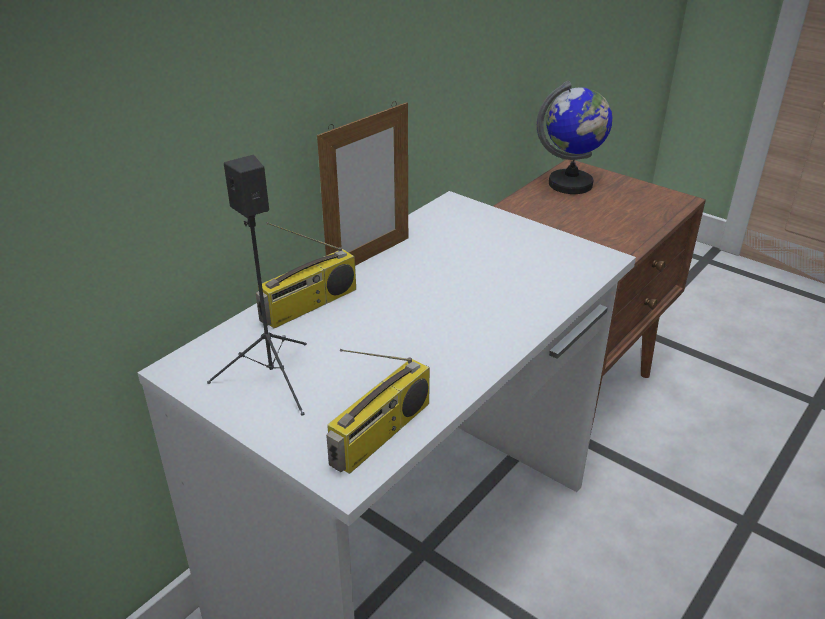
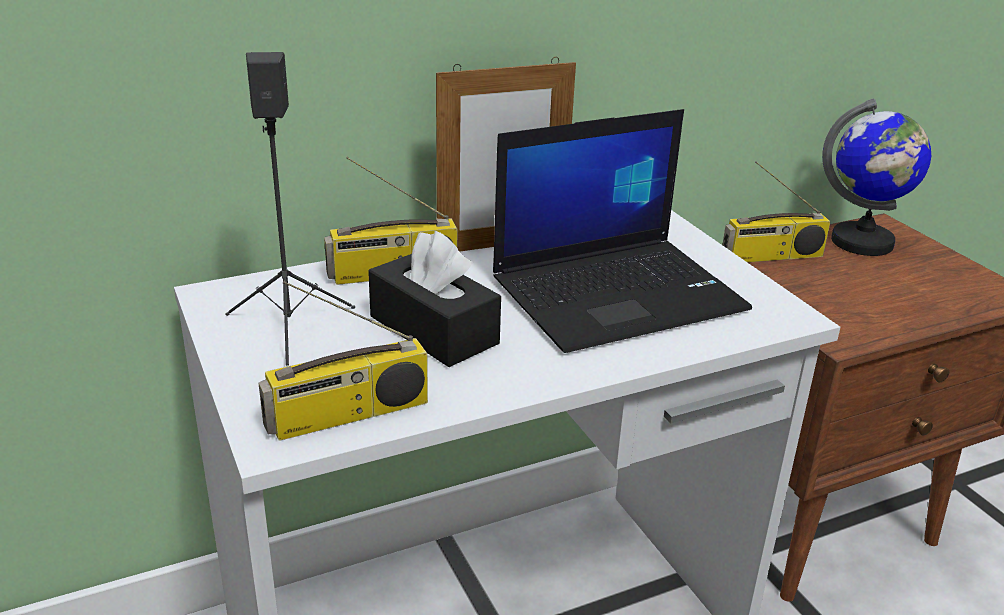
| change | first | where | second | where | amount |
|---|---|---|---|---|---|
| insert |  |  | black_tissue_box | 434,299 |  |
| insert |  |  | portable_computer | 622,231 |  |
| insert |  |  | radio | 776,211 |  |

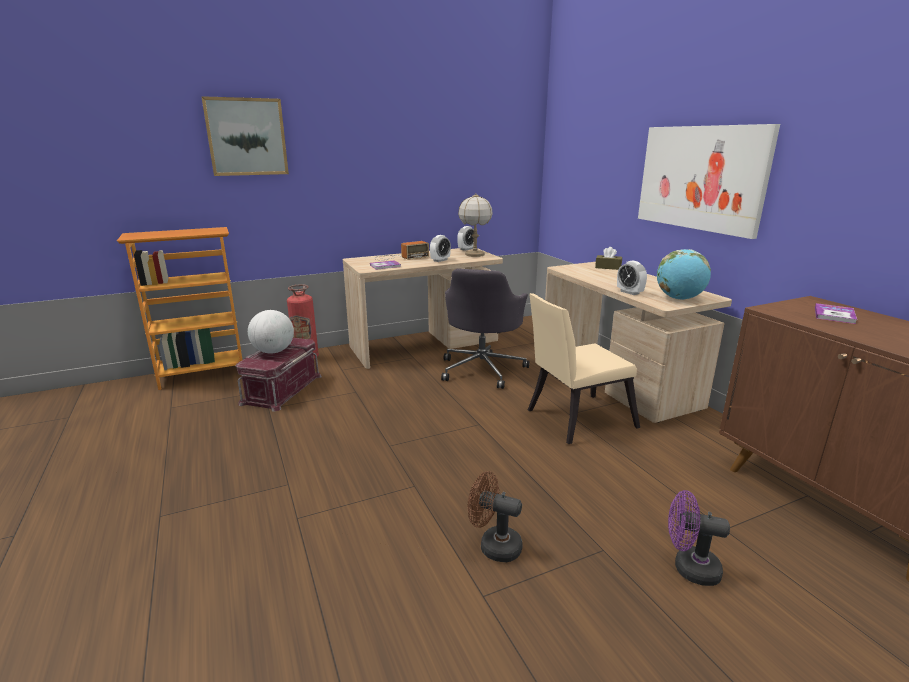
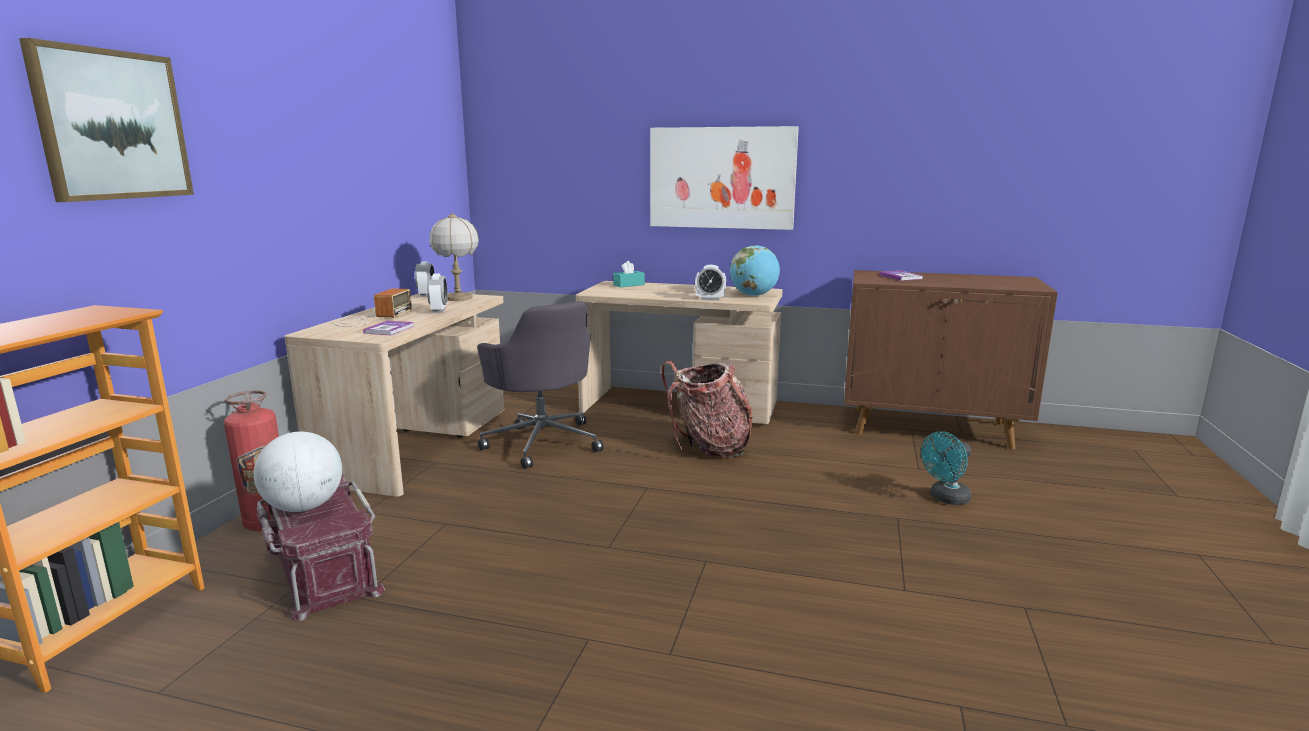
| change | first | where | second | where | amount |
|---|---|---|---|---|---|
| delete | brown-coloured_cooling_fan | 495,516 |  |  |  |
| replace | sand-coloured_upright_chair | 584,368 | backpack | 707,409 |  |
| recolor | brown-coloured_tissue_box | 608,258 | turquoise_tissue_box | 629,274 |  |
| recolor | purple_cooling_fan | 699,538 | turquoise_cooling_fan | 946,468 |  |

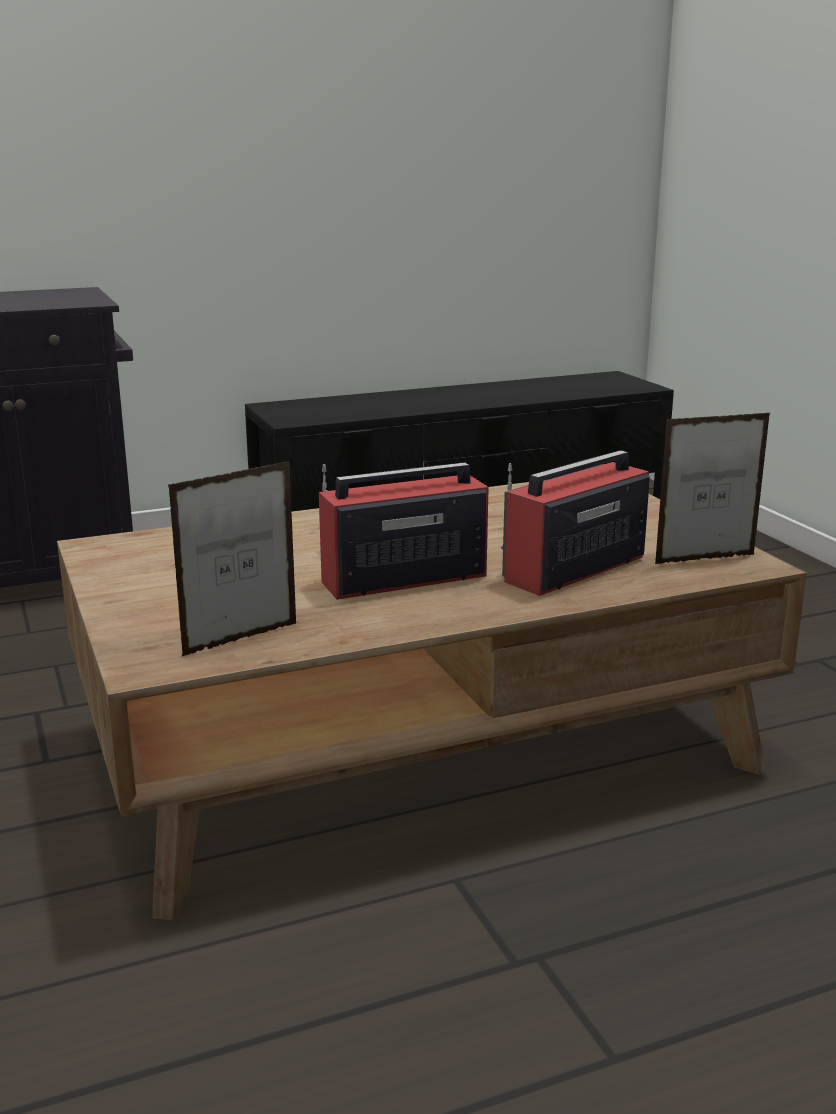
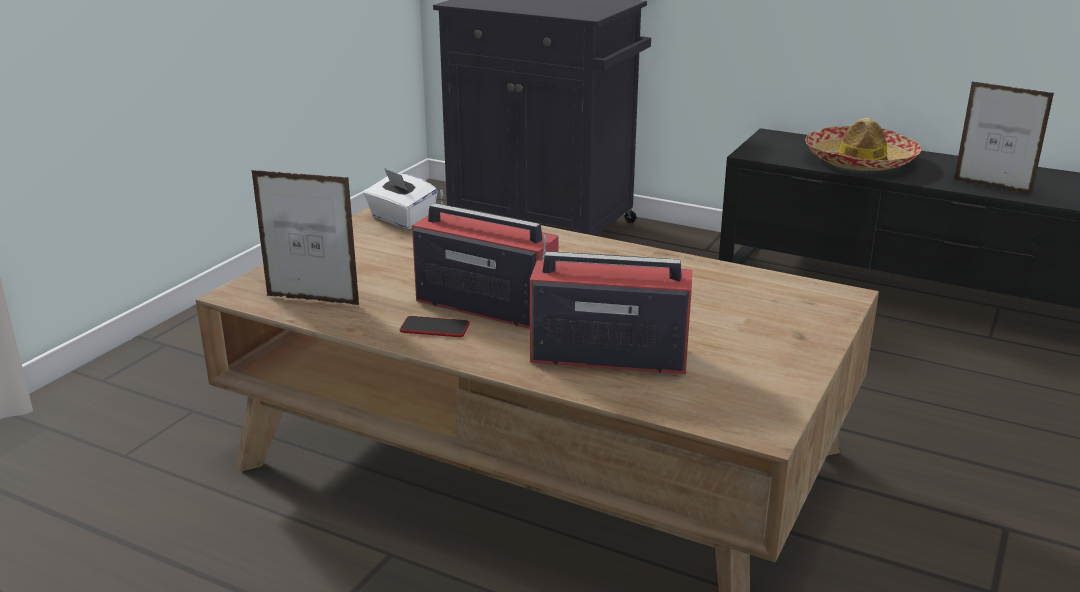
| change | first | where | second | where | amount |
|---|---|---|---|---|---|
| move | photo_frame | 712,488 |  | 1004,137 |  |
| insert |  |  | whitish_tissue_box | 401,198 |  |
| insert |  |  | telephone | 435,326 |  |
| insert |  |  | wearable_hat | 863,144 |  |

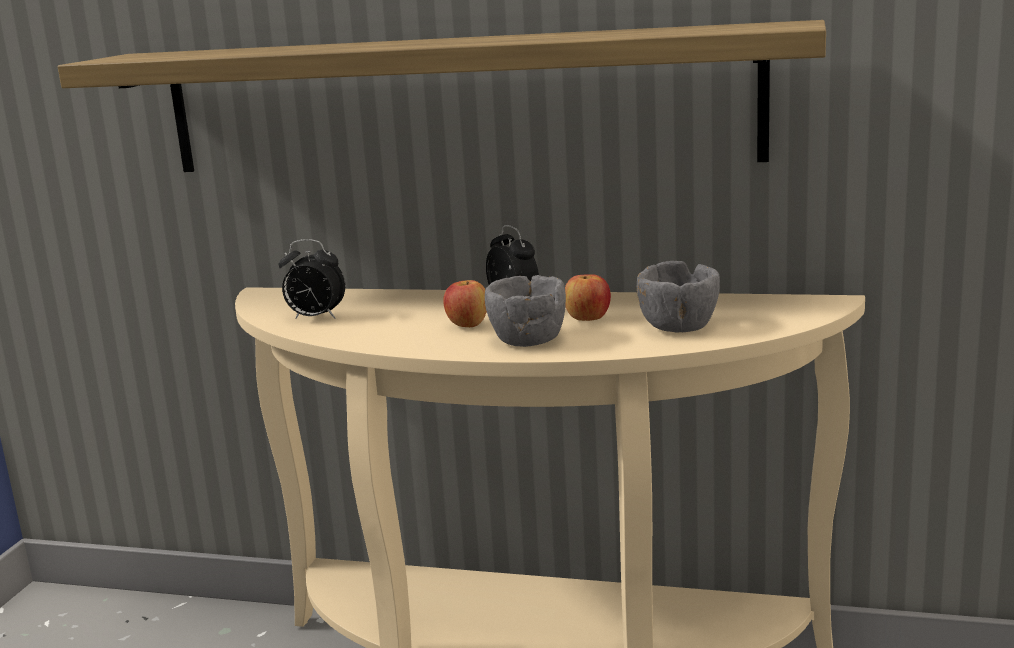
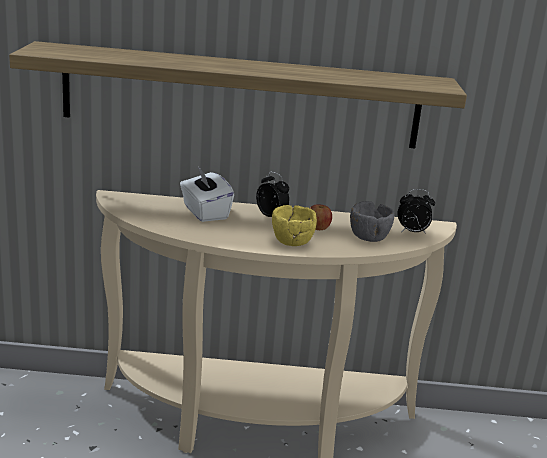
| change | first | where | second | where | amount |
|---|---|---|---|---|---|
| move | bedside_clock | 312,279 |  | 416,211 |  |
| delete | apple | 465,303 |  |  |  |
| recolor | gray_bowl | 525,311 | yellow-coloured_bowl | 294,225 |  |
| insert |  |  | whitish_tissue_box | 207,194 |  |

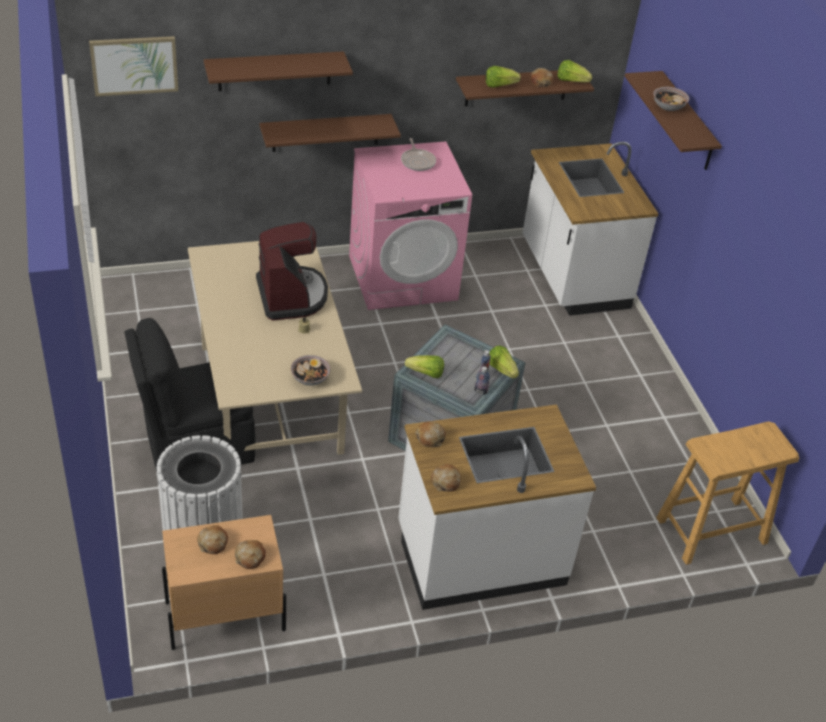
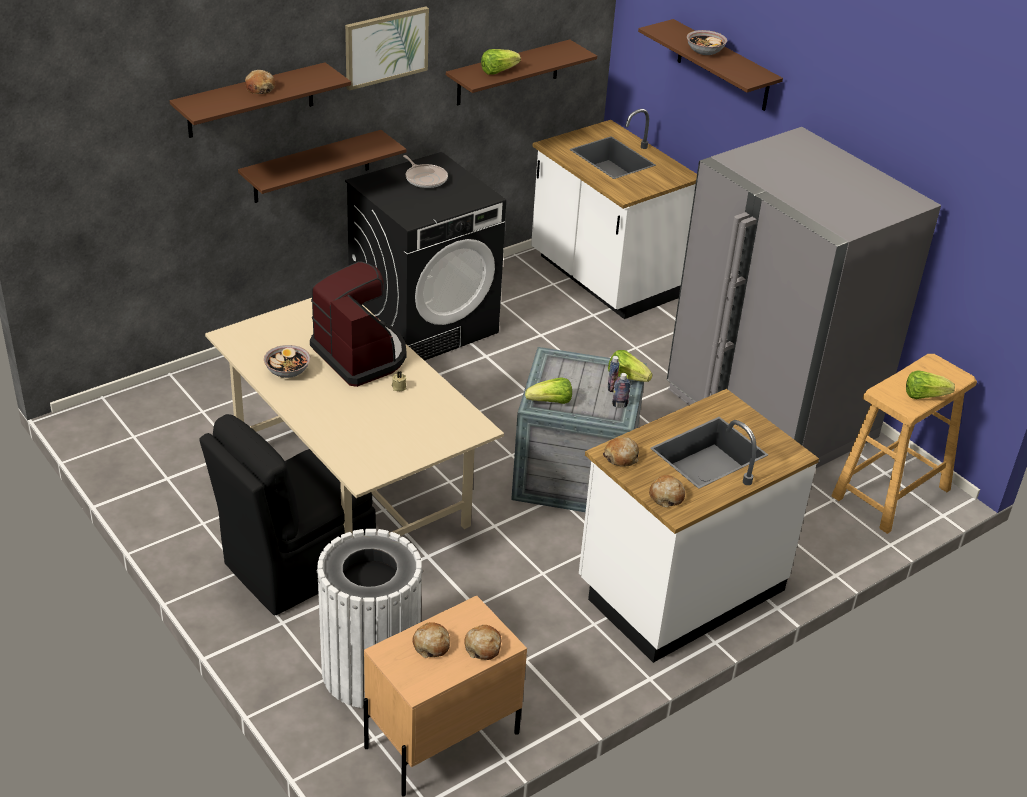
| change | first | where | second | where | amount |
|---|---|---|---|---|---|
| move | wall_picture | 133,66 |  | 387,48 |  |
| move | bowl | 310,370 |  | 287,361 |  |
| recolor | pink_laundry_machine | 410,225 | black_laundry_machine | 425,256 |  |
| move | bakery_bread | 542,77 |  | 260,82 |  |
| move | lettuce | 574,71 |  | 930,384 |  |
| insert |  |  | gray_fridge | 804,298 |  |

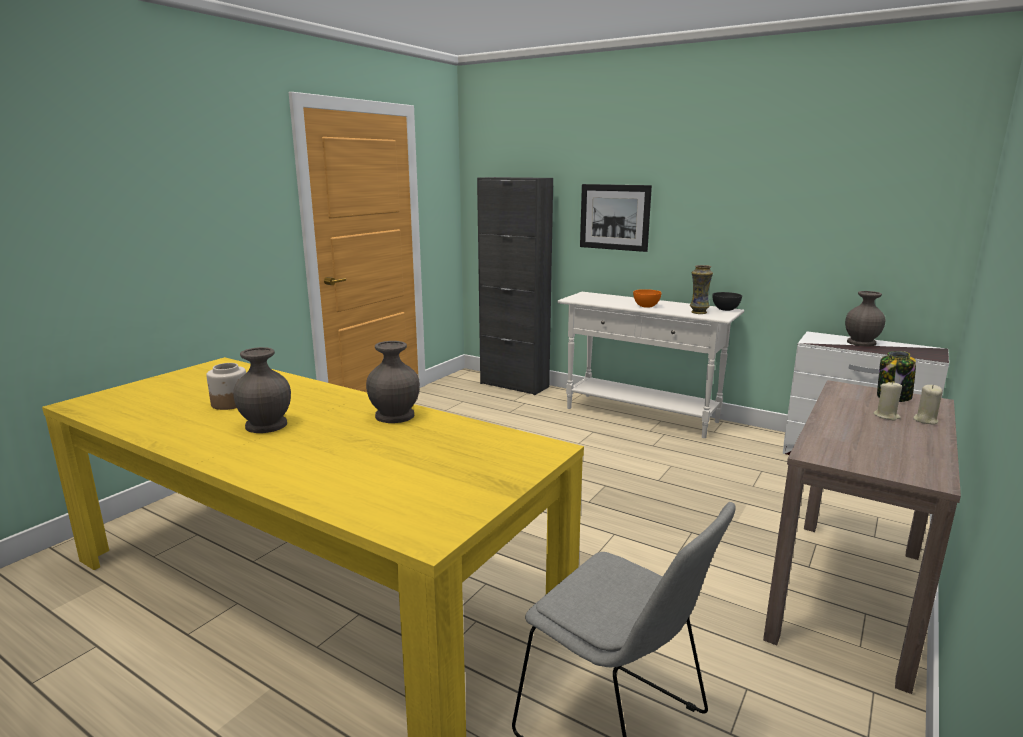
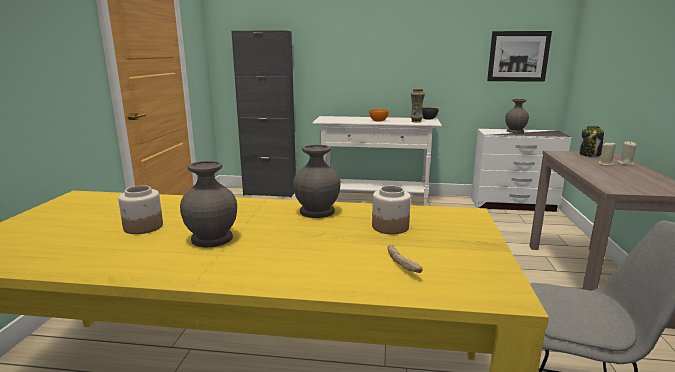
| change | first | where | second | where | amount |
|---|---|---|---|---|---|
| move | wall_picture | 616,218 |  | 519,56 |  |
| insert |  |  | preserve_jar | 391,210 |  |
| insert |  |  | bakery_bread | 405,258 |  |

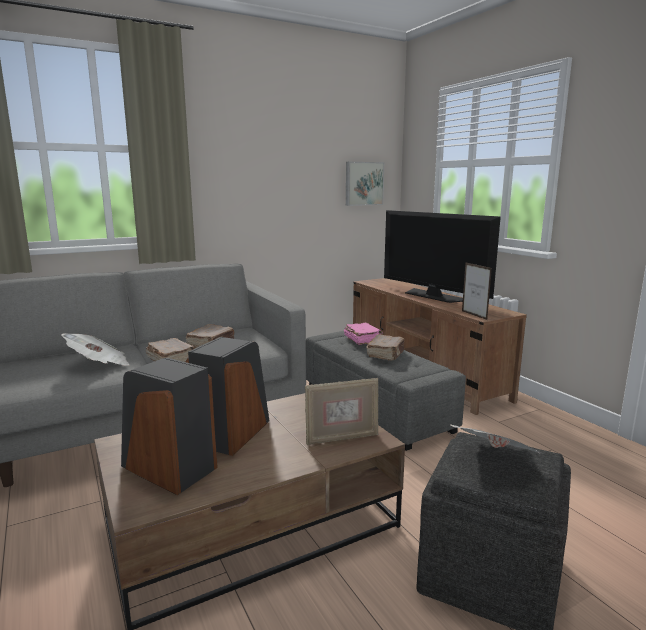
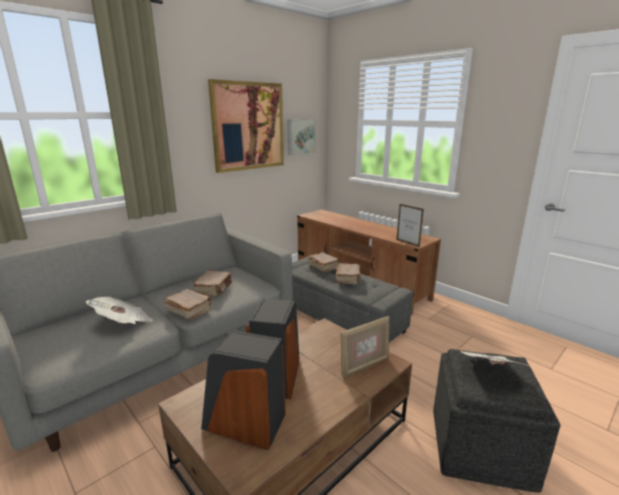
| change | first | where | second | where | amount |
|---|---|---|---|---|---|
| recolor | pink_book | 363,334 | brown-coloured_book | 323,262 |  |
| delete | TV | 442,256 |  |  |  |
| insert |  |  | wall_picture | 246,126 |  |

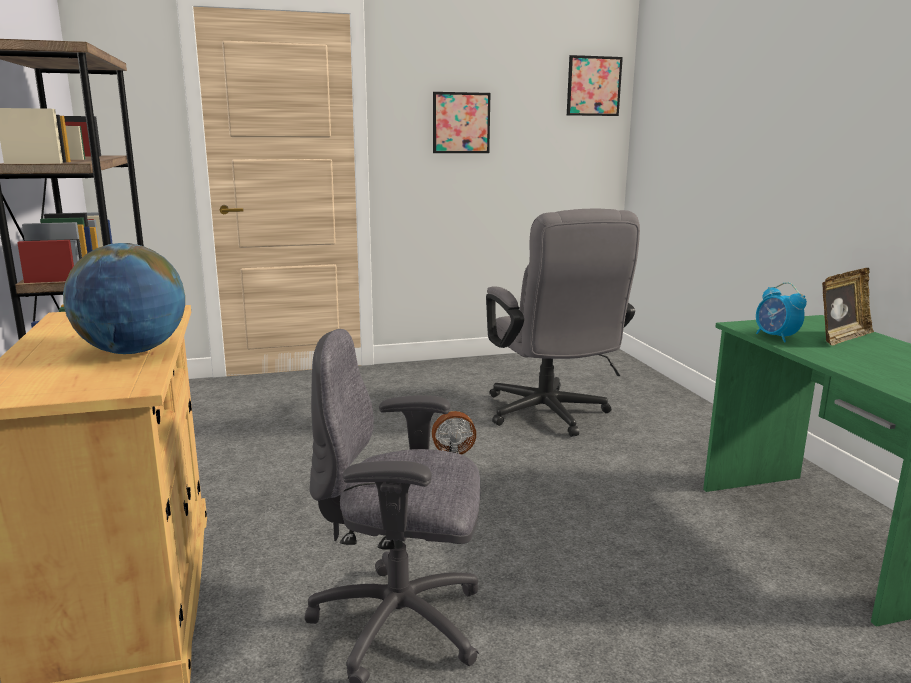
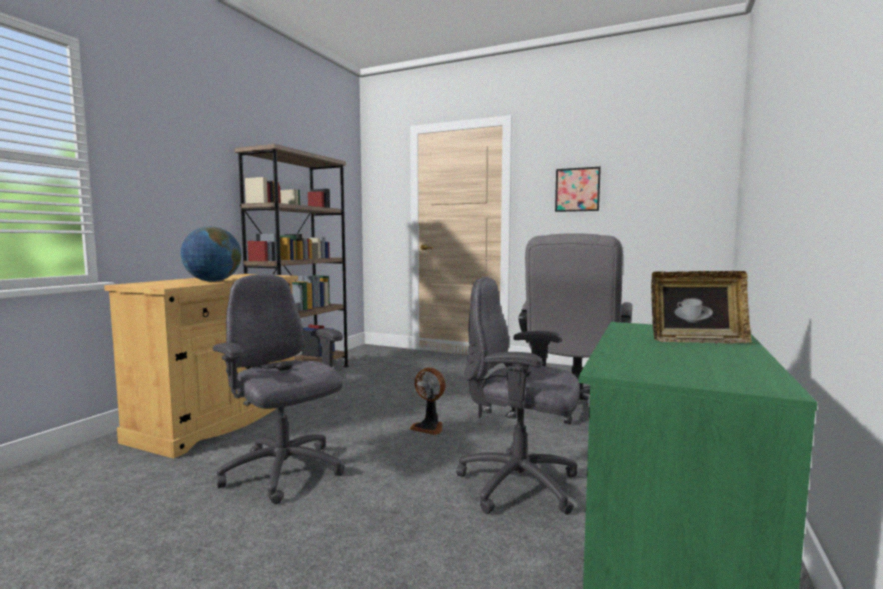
| change | first | where | second | where | amount |
|---|---|---|---|---|---|
| delete | wall_picture | 595,85 |  |  |  |
| delete | bedside_clock | 781,312 |  |  |  |
| insert |  |  | gray_computer_chair | 518,396 |  |

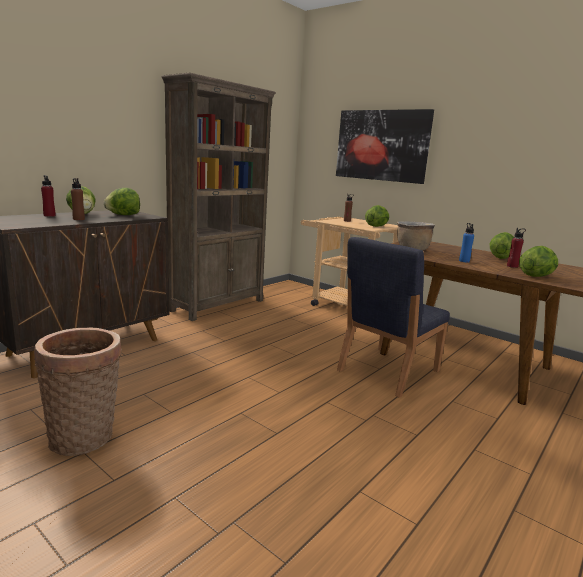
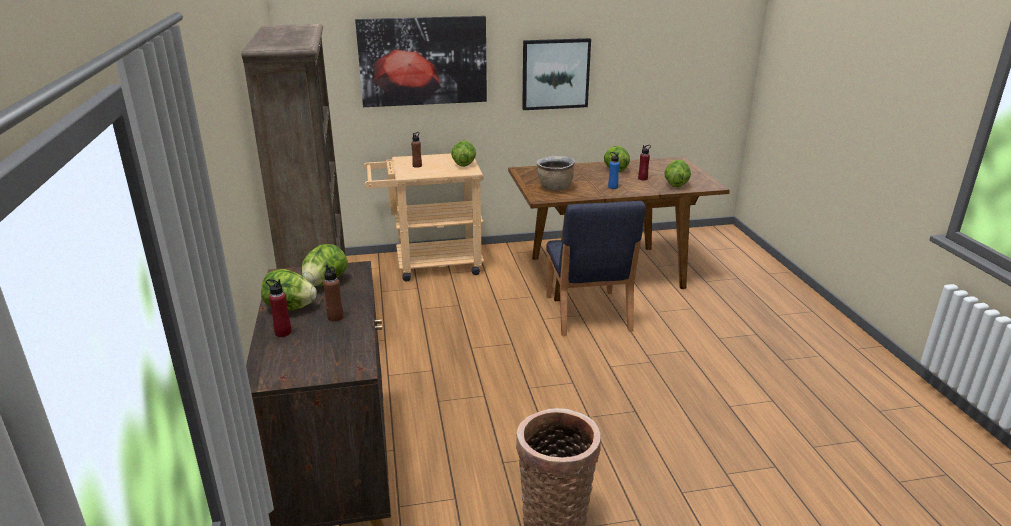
| change | first | where | second | where | amount |
|---|---|---|---|---|---|
| insert |  |  | wall_picture | 556,74 |  |

